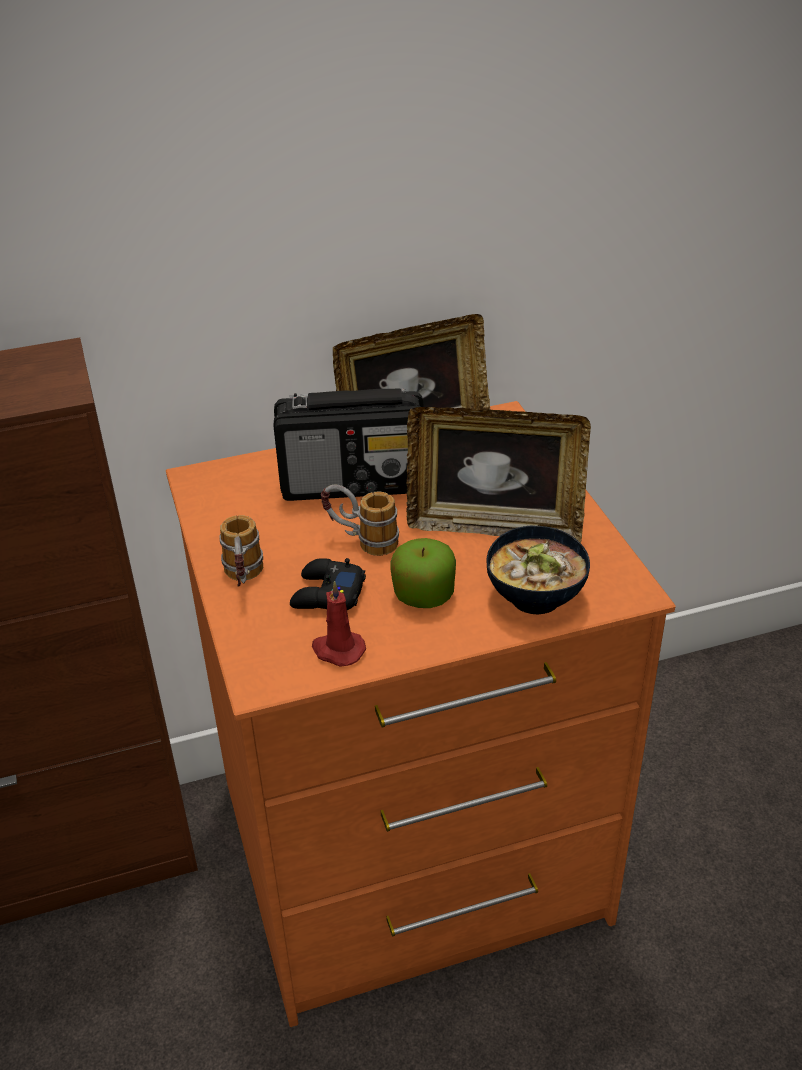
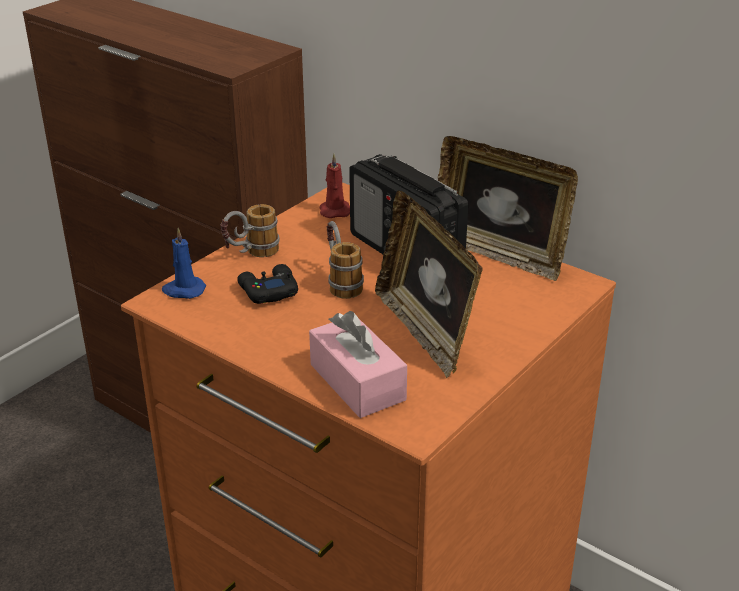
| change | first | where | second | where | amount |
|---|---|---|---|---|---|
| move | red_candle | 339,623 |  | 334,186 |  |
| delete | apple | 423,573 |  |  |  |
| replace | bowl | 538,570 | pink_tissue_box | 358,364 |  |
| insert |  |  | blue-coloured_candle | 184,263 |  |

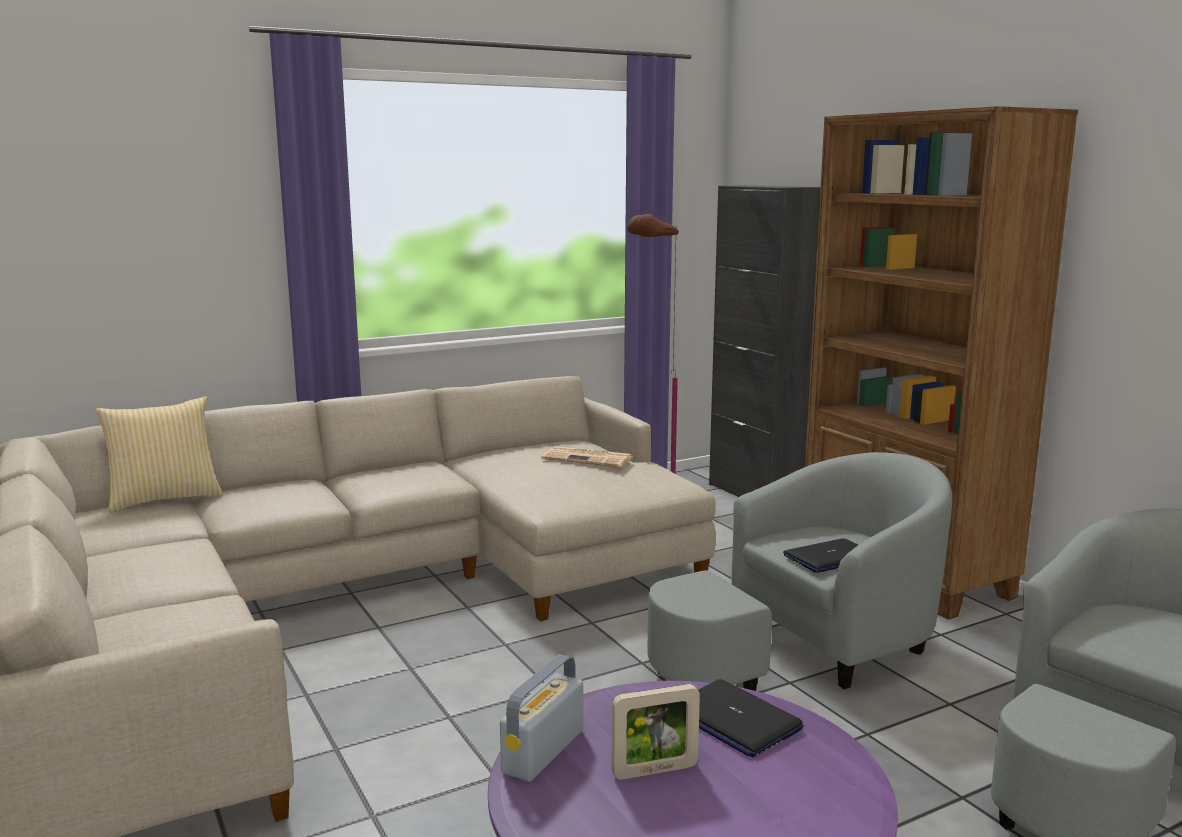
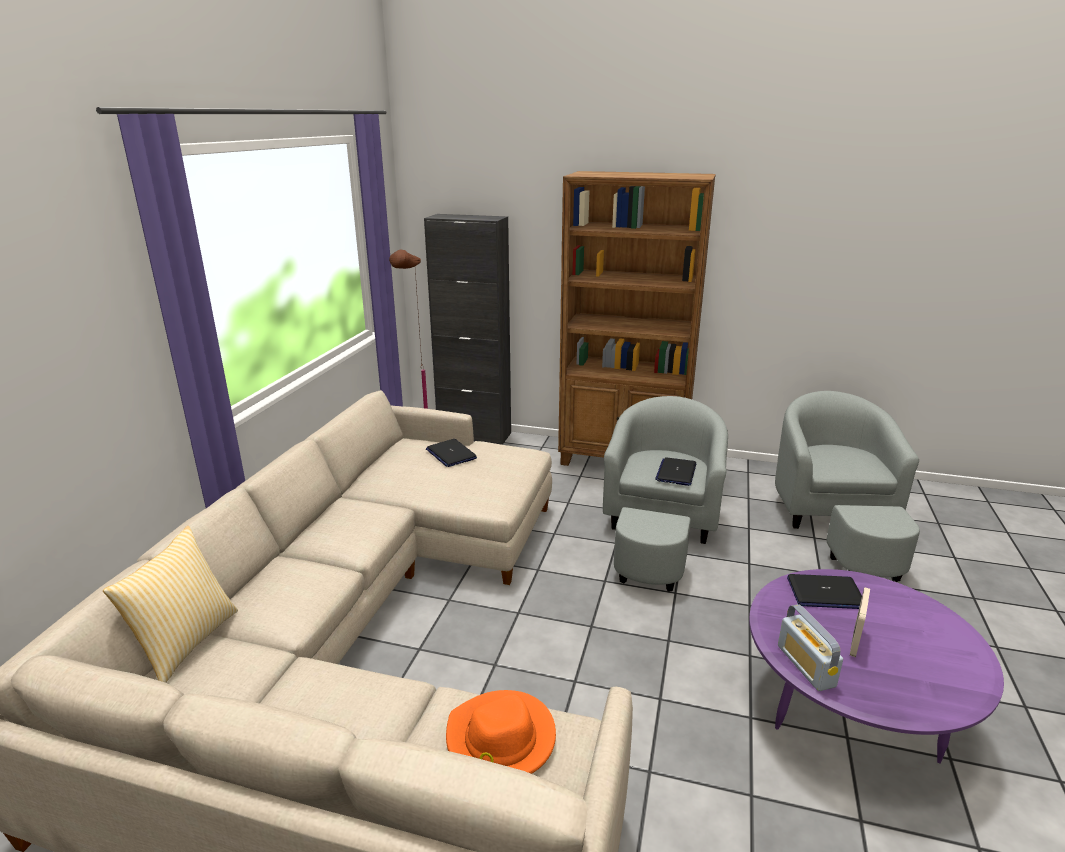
| change | first | where | second | where | amount |
|---|---|---|---|---|---|
| replace | daily_paper | 586,456 | portable_computer | 451,453 |  |
| insert |  |  | orangey_wearable_hat | 501,732 |  |

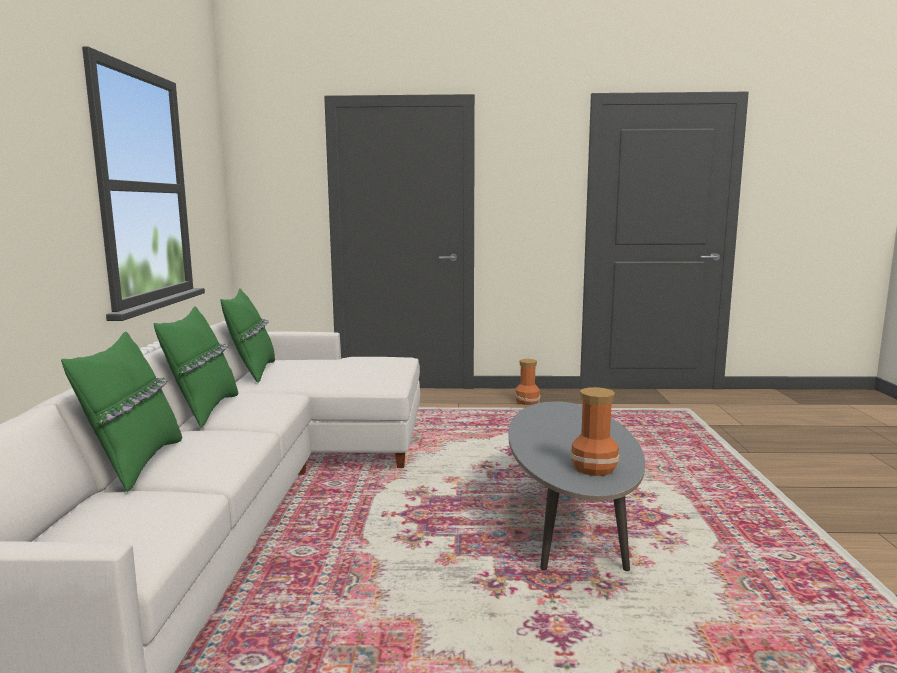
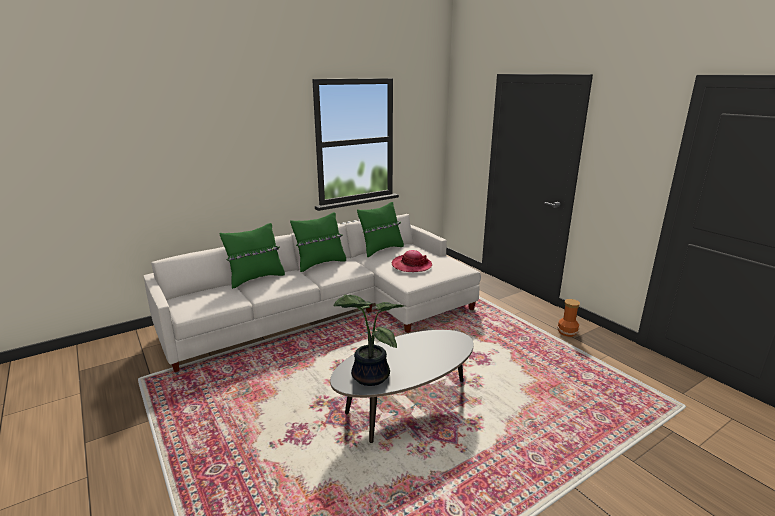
| change | first | where | second | where | amount |
|---|---|---|---|---|---|
| replace | flower_vase | 595,431 | potted_plant | 368,340 |  |
| insert |  |  | wearable_hat | 412,261 |  |

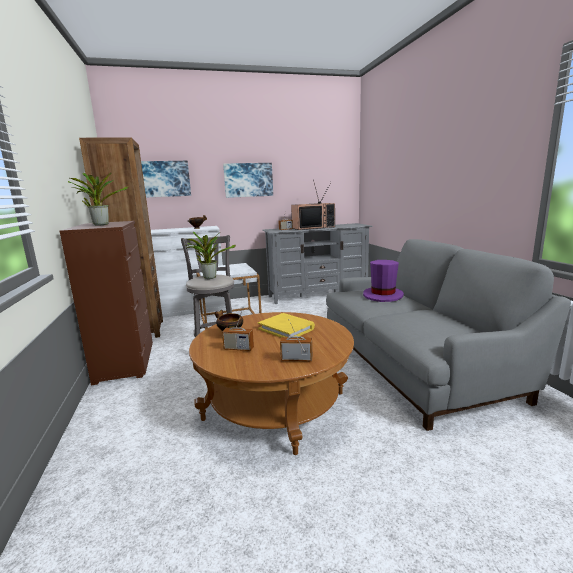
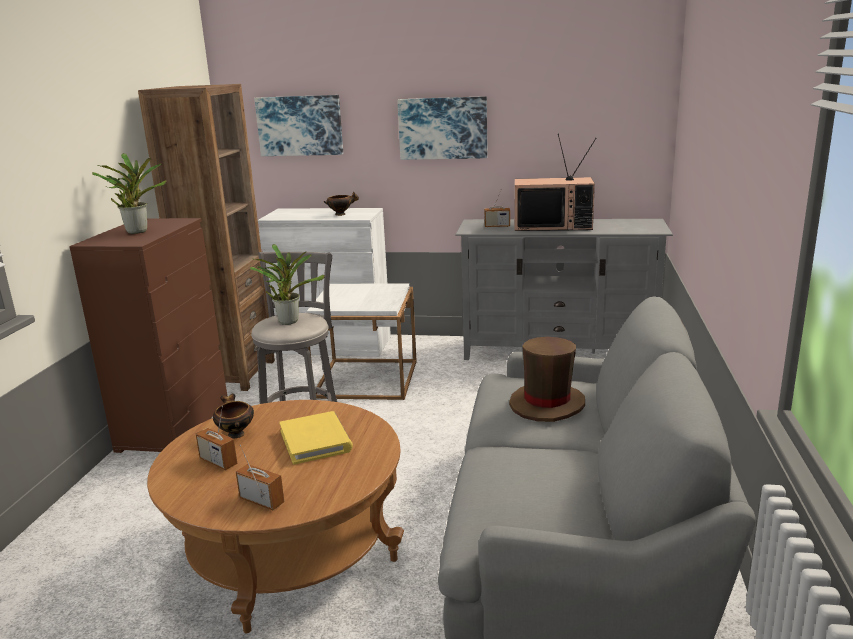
| change | first | where | second | where | amount |
|---|---|---|---|---|---|
| recolor | purple_wearable_hat | 383,281 | brown-coloured_wearable_hat | 547,379 |  |

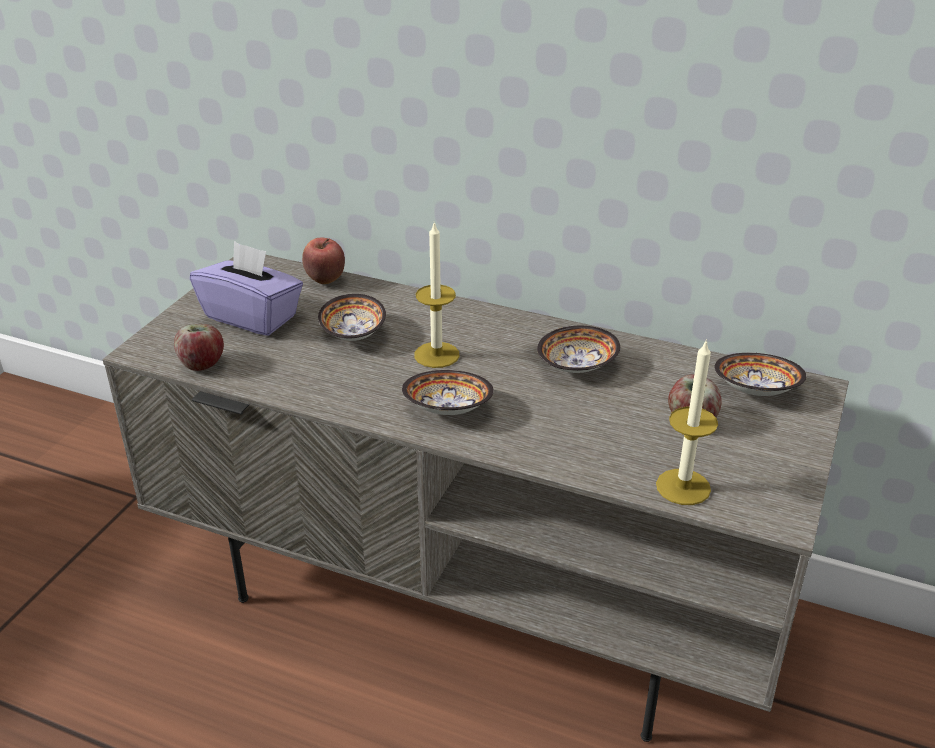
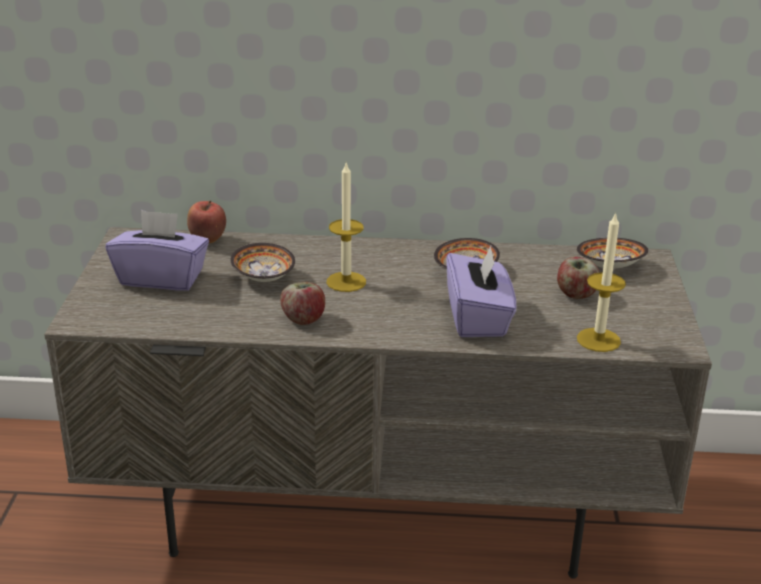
| change | first | where | second | where | amount |
|---|---|---|---|---|---|
| move | apple | 199,347 |  | 302,303 |  |
| delete | bowl | 448,392 |  |  |  |
| insert |  |  | purple_tissue_box | 481,291 |  |

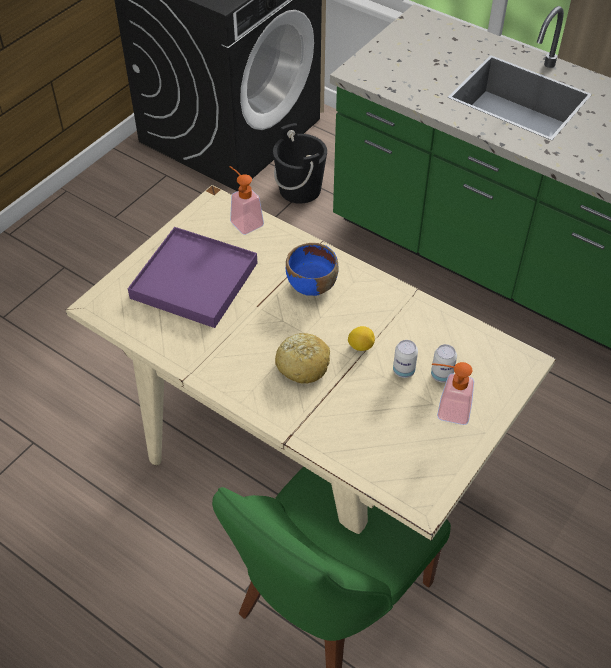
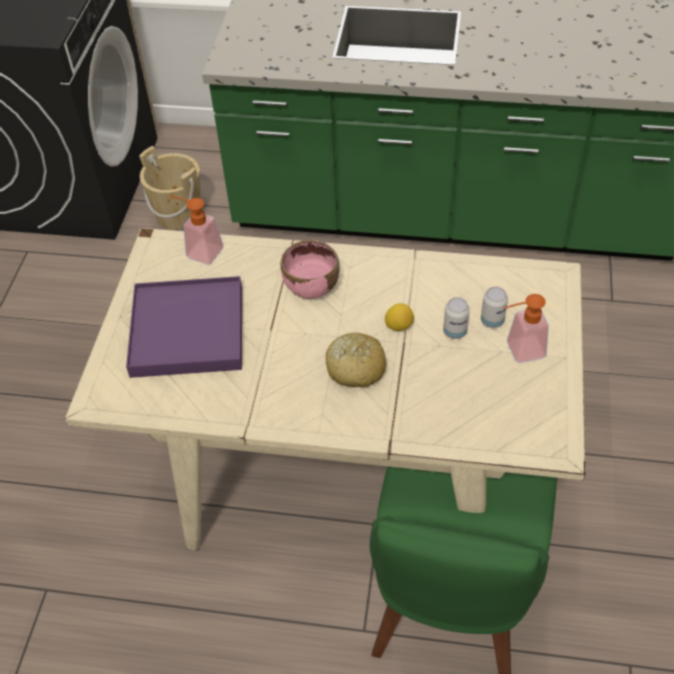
| change | first | where | second | where | amount |
|---|---|---|---|---|---|
| recolor | black_water_bucket | 300,163 | sand-coloured_water_bucket | 170,188 |  |
| recolor | blue-coloured_bowl | 312,269 | pink_bowl | 310,269 |  |

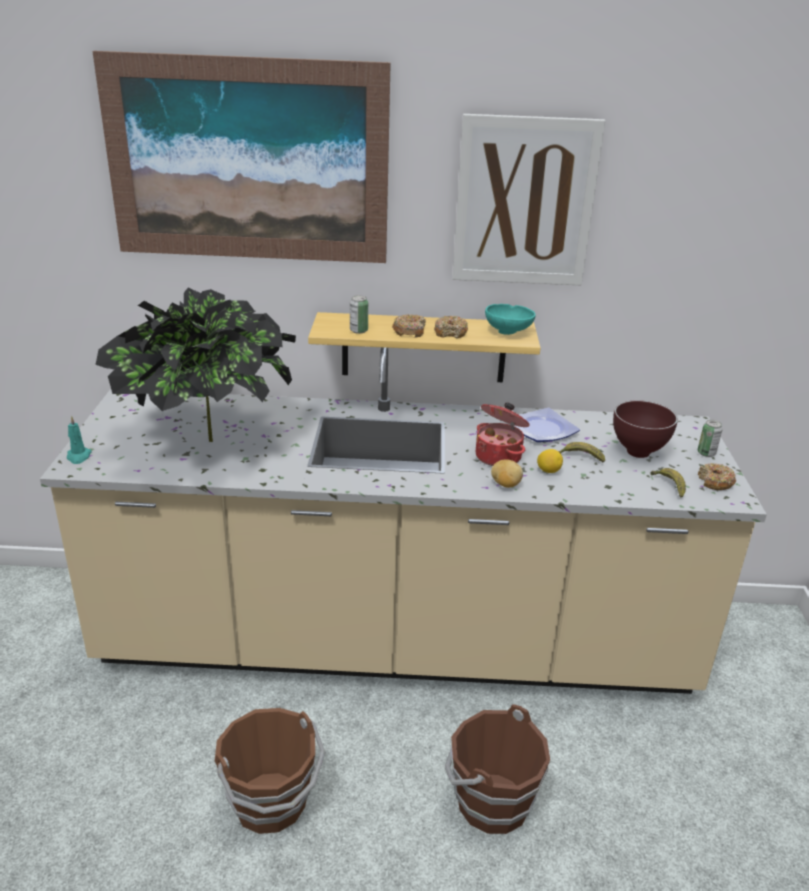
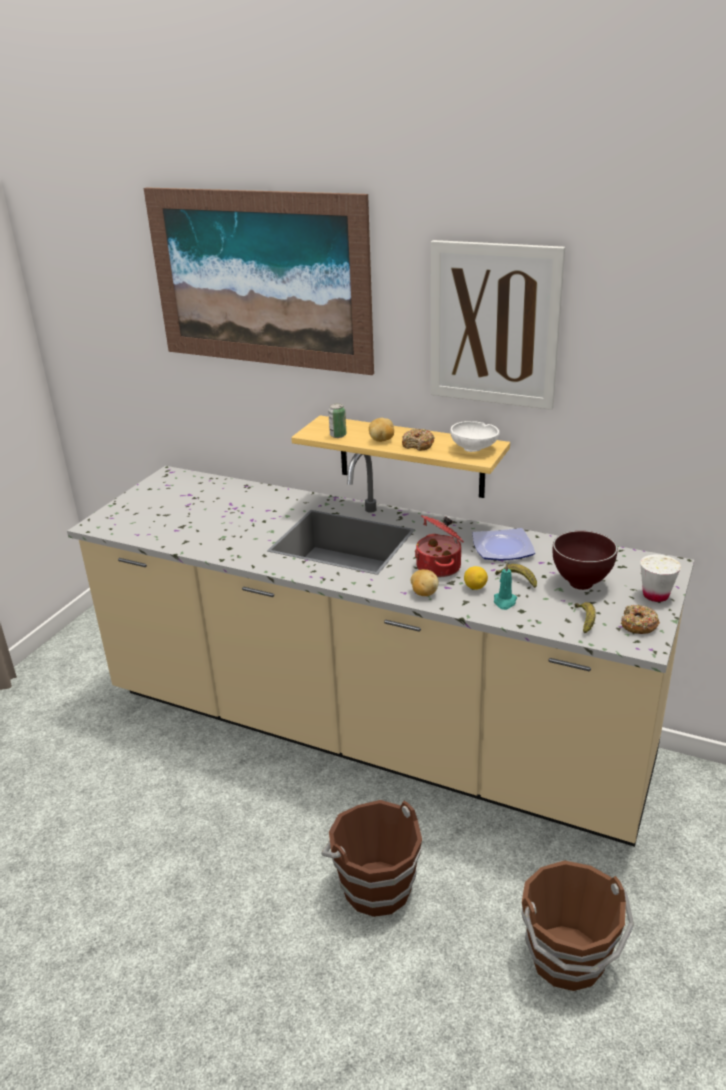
| change | first | where | second | where | amount |
|---|---|---|---|---|---|
| move | turquoise_candle | 79,440 |  | 505,586 |  |
| delete | potted_plant | 195,365 |  |  |  |
| move | brown-coloured_water_bucket | 270,771 |  | 577,925 |  |
| replace | donut | 409,325 | whole_potato | 381,430 |  |
| recolor | turquoise_bowl | 510,319 | whitish_bowl | 474,436 |  |
| replace | can | 710,438 | whitish_cup | 660,578 |  |

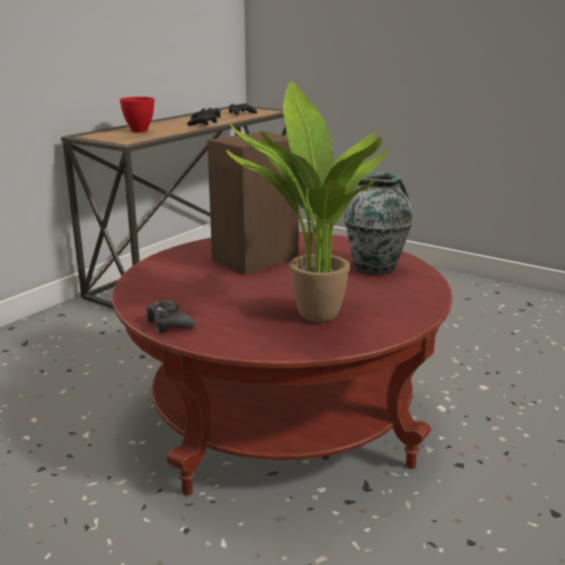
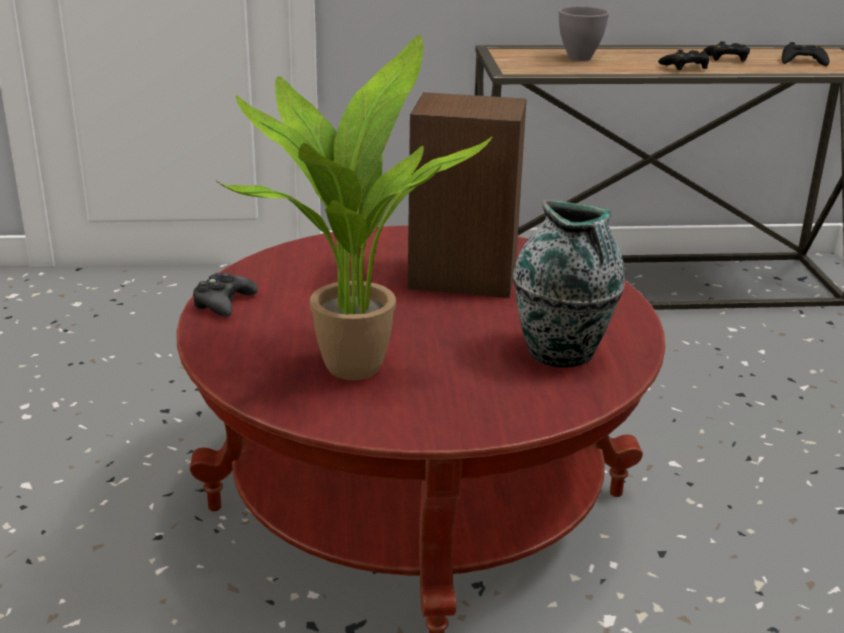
| change | first | where | second | where | amount |
|---|---|---|---|---|---|
| recolor | red_bowl | 137,115 | gray_bowl | 584,33 |  |

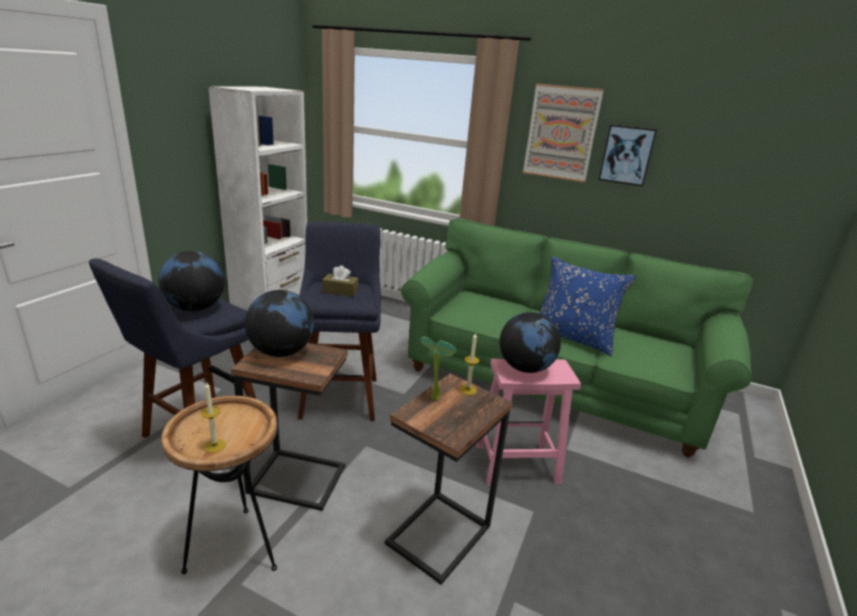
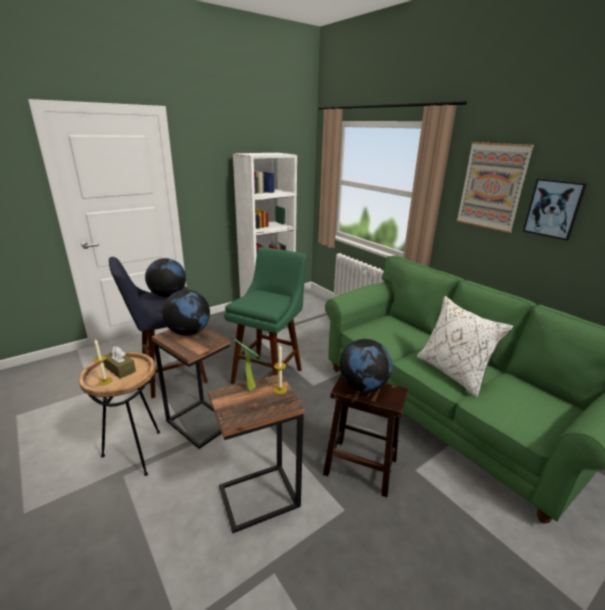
| change | first | where | second | where | amount |
|---|---|---|---|---|---|
| recolor | blue-coloured_stool_seat | 339,321 | green_stool_seat | 265,315 |  |
| move | brown-coloured_tissue_box | 340,281 |  | 120,362 |  |
| recolor | pink_stool_seat | 528,422 | brown-coloured_stool_seat | 365,436 |  |
| recolor | blue-coloured_cushion | 587,306 | whitish_cushion | 465,347 |  |

